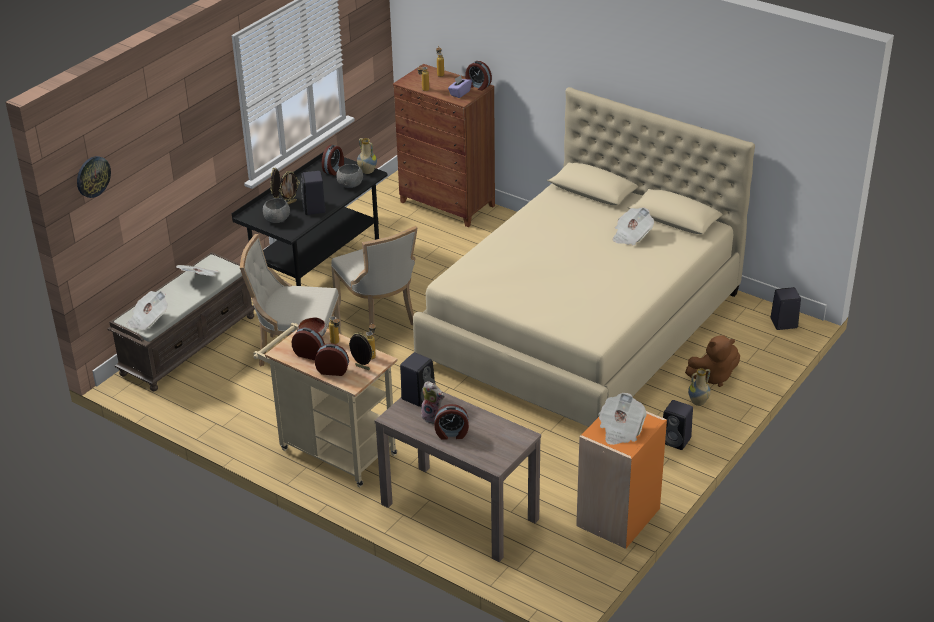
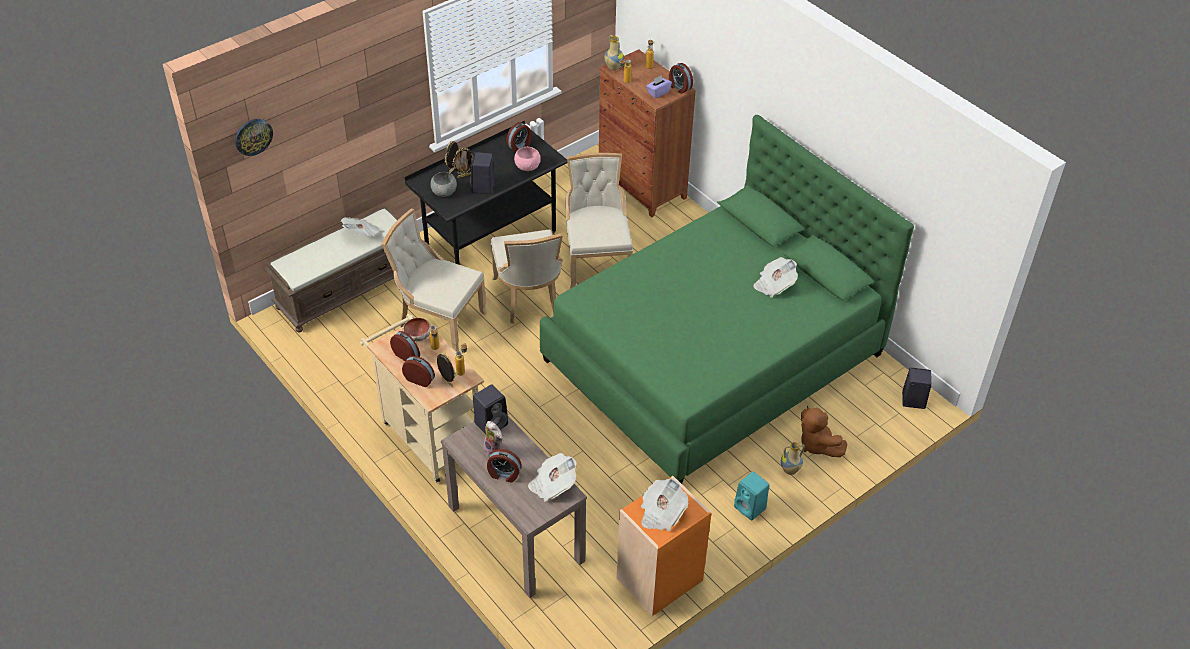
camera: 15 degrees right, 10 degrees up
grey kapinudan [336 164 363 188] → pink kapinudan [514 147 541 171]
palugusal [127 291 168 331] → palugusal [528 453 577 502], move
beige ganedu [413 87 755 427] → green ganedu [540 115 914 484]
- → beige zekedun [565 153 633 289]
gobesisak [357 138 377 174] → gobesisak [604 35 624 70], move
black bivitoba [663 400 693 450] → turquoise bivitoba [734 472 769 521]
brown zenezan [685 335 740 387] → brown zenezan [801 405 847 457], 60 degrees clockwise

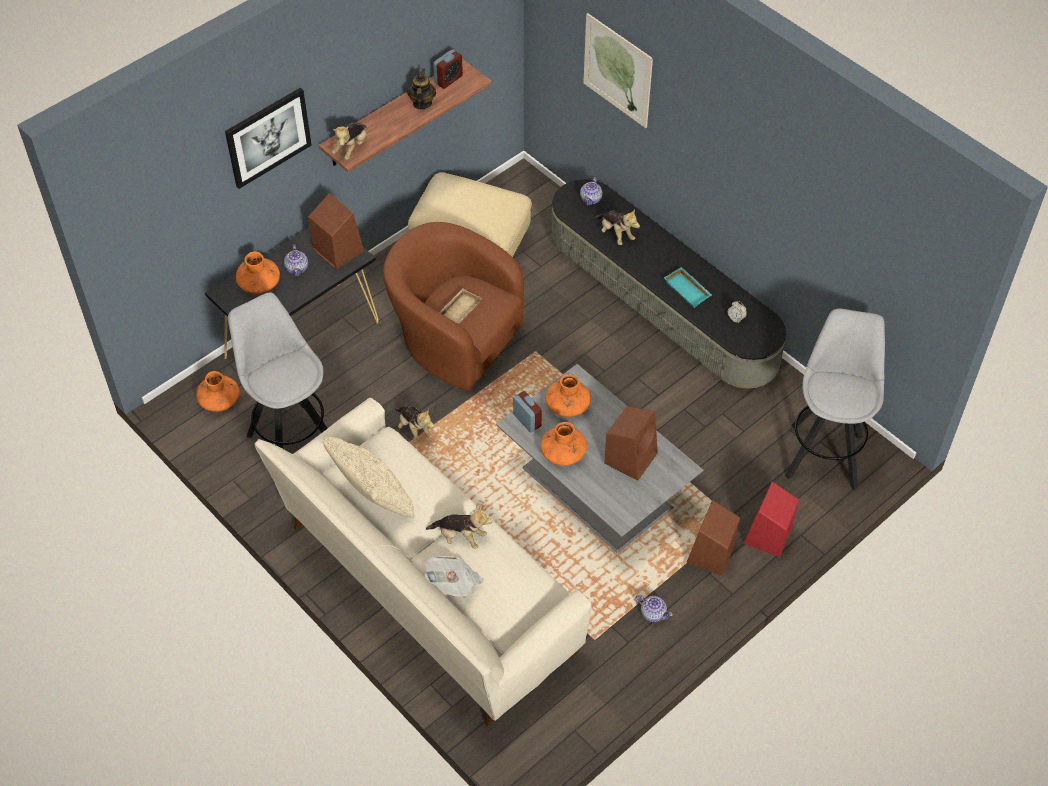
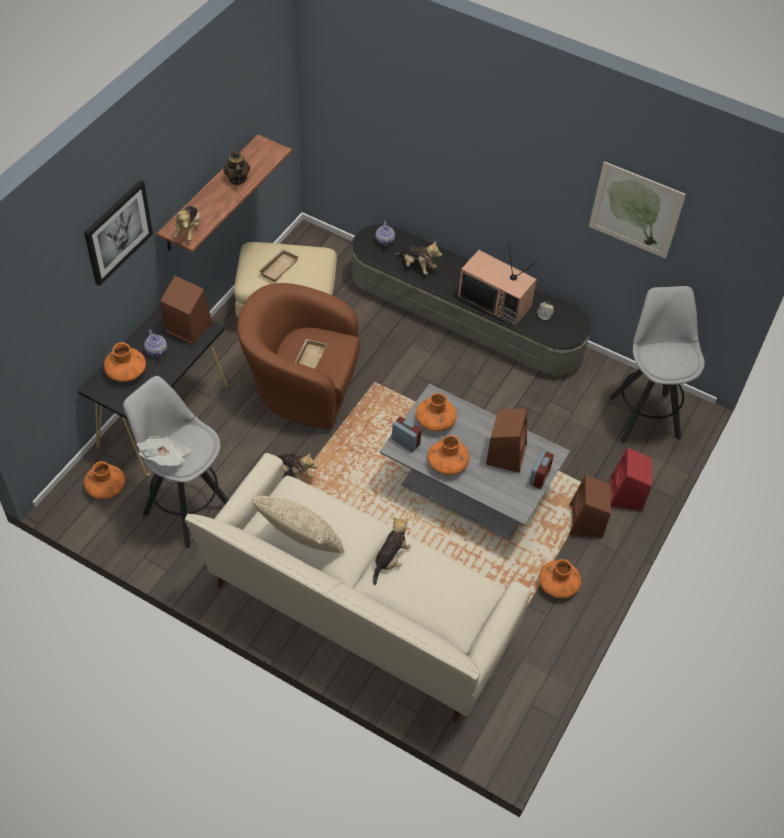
camera: 20 degrees left, 0 degrees up
palugusal [424 555 484 598] → palugusal [137 436 191 466], move
- → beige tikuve [258 249 299 282]
zenezan [426 507 492 549] → zenezan [373 517 411 585], 60 degrees counterclockwise
turquoise tikuve [664 267 712 308] → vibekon [458 244 537 326]
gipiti [433 49 463 89] → gipiti [529 450 554 489], move
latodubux [635 595 673 622] → orange gobesisak [539 559 581 598]
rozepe [584 13 653 128] → rozepe [589 161 686 259], move

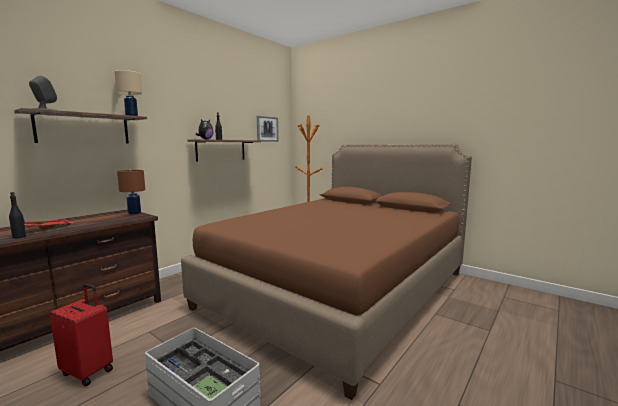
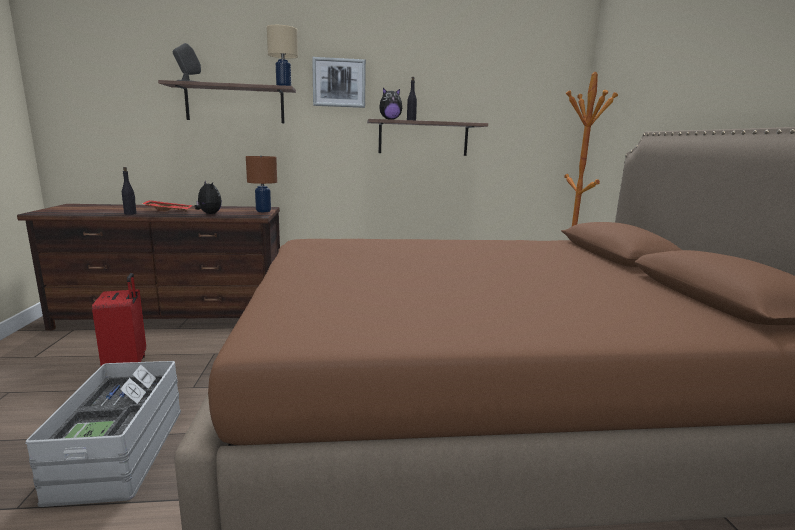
camera: 45 degrees right, 5 degrees up
- → zenezan [194 181 222 214]
rozepe [257 116 278 142] → rozepe [312 57 366 108], move

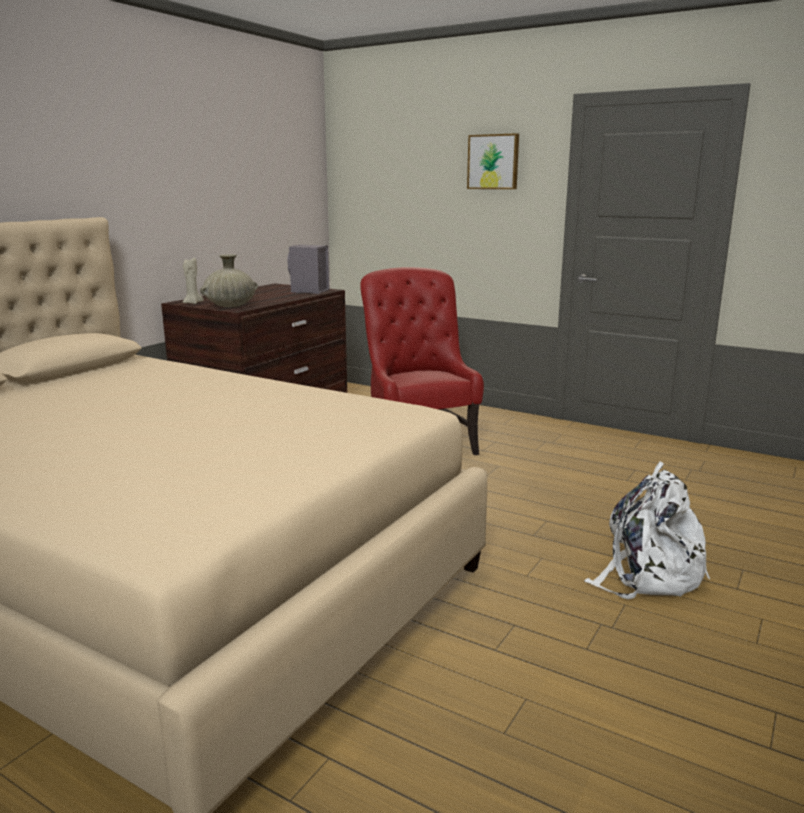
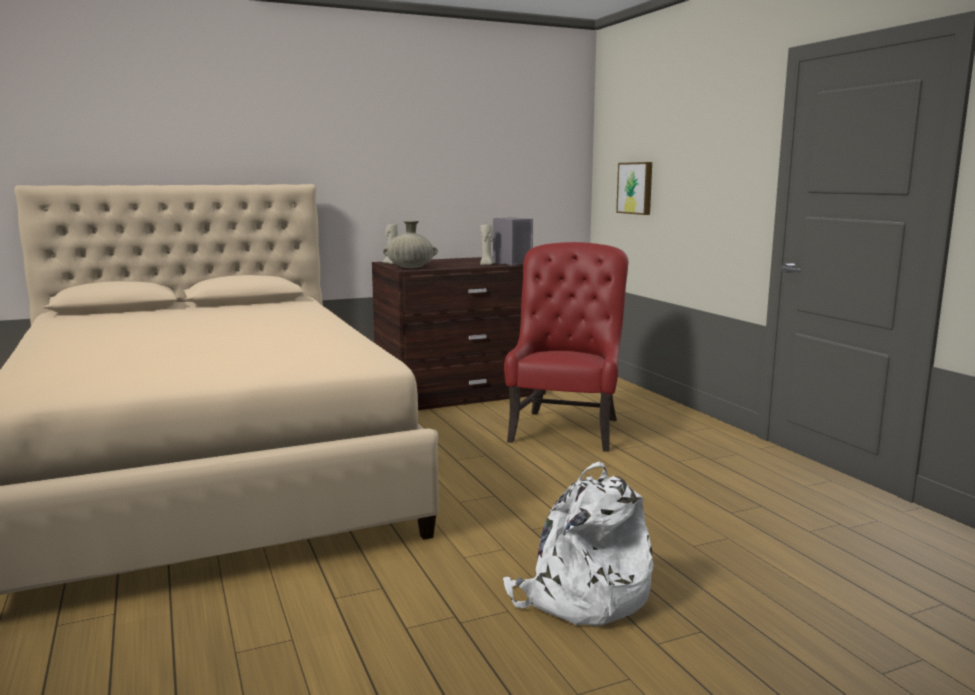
camera: 35 degrees right, 5 degrees down
- → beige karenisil [480 224 494 265]
rozepe [467 133 519 189] → rozepe [616 162 652 215], move

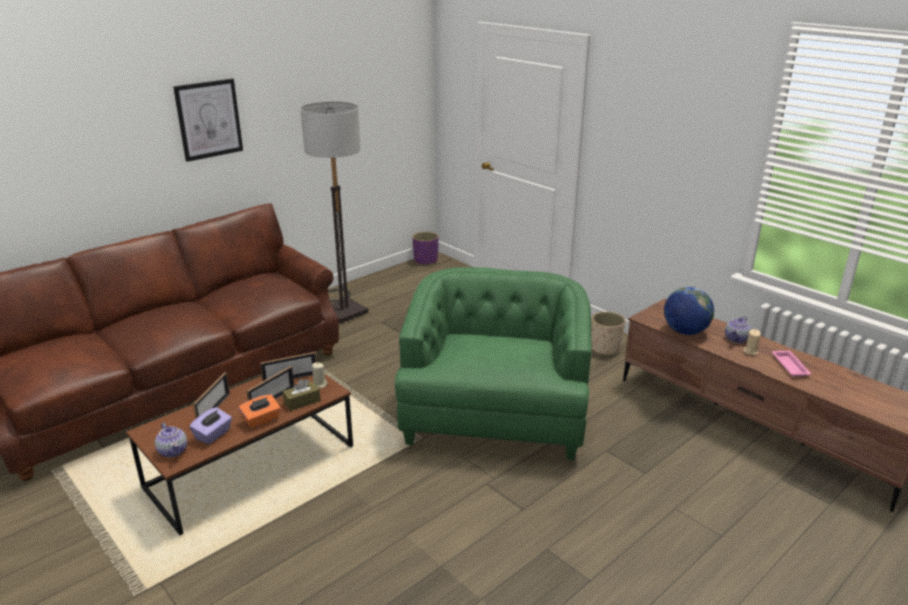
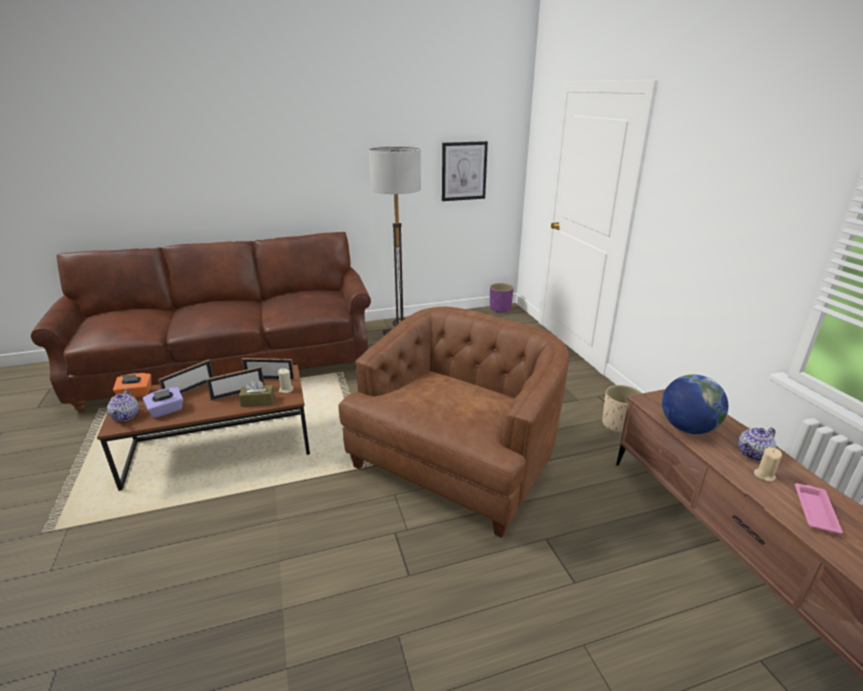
camera: 25 degrees right, 0 degrees up
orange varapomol [239 395 280 428] → orange varapomol [113 373 151 397], move
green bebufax [395 267 592 460] → brown bebufax [338 307 569 538]
rozepe [173 79 243 162] → rozepe [442 141 488 201], move

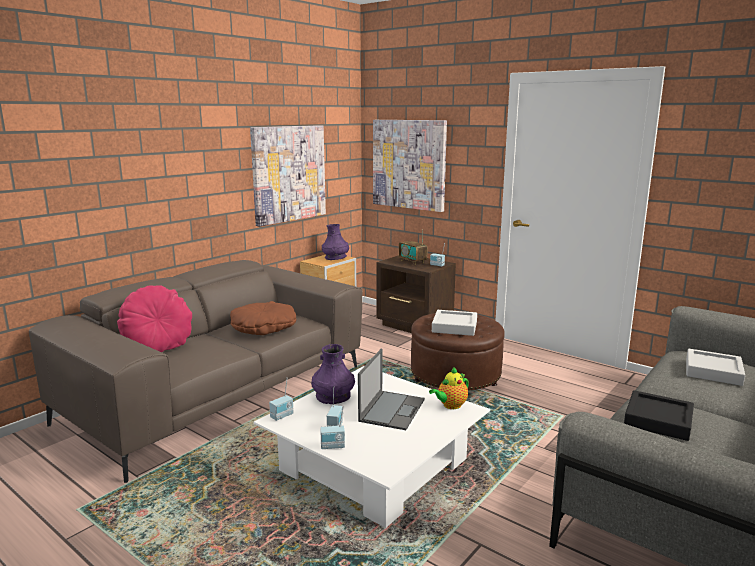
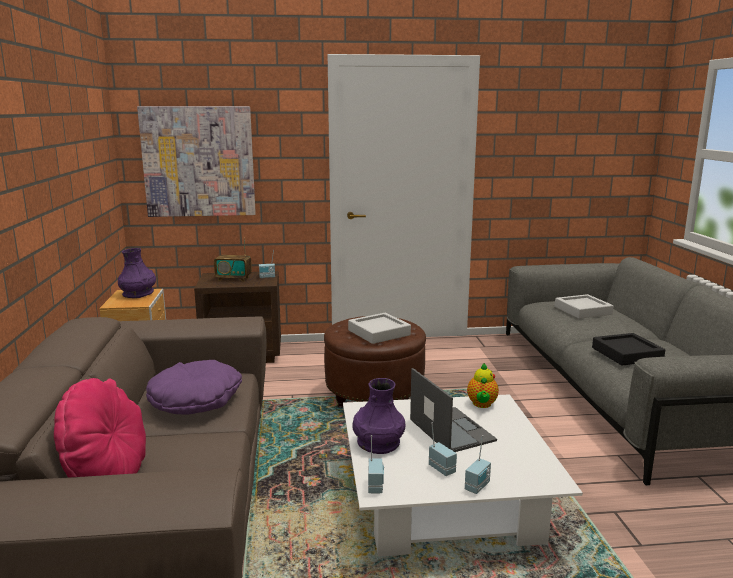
camera: 45 degrees left, 0 degrees up
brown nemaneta [230 301 296 335] → purple nemaneta [146 360 242 415]
rozepe [250 125 326 227] → -

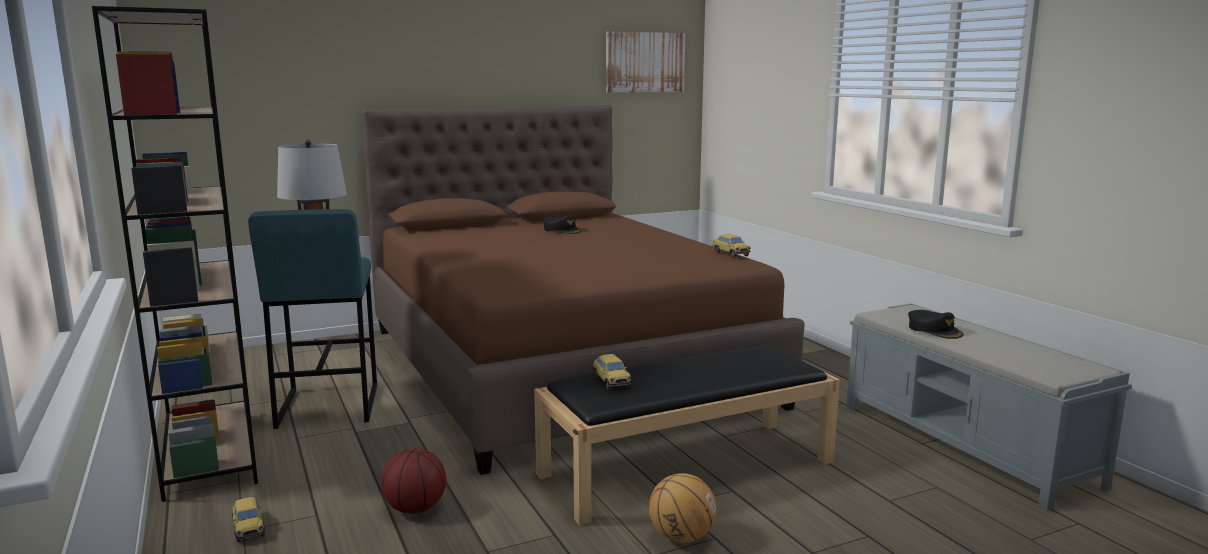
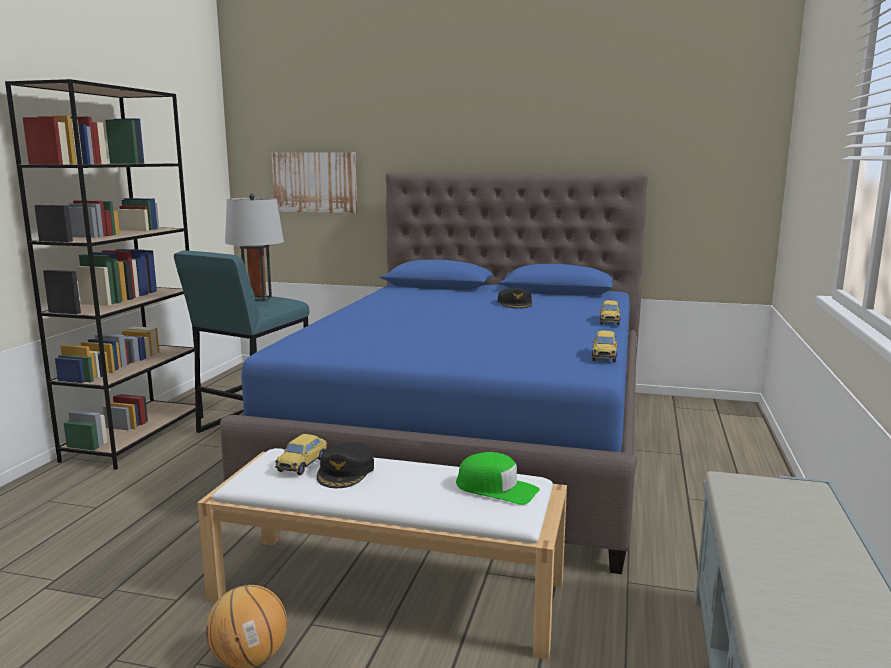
camera: 40 degrees right, 0 degrees up
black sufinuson [534 345 840 526] → white sufinuson [198 448 567 660]
brown ganedu [362 105 805 475] → blue ganedu [220 172 648 574]
rozepe [606 31 685 92] → rozepe [272 152 357 213], move
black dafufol [908 310 964 339] → black dafufol [317 442 374 488], move
- → green dafufol [456 452 540 505]
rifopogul [232 497 265 542] → rifopogul [600 300 621 325], move
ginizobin [381 448 446 514] → -

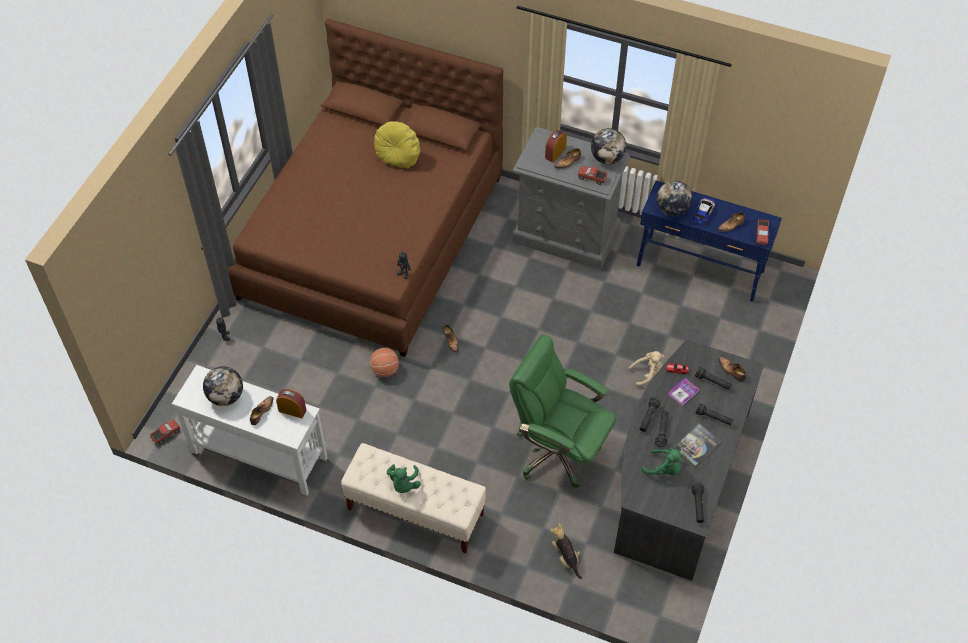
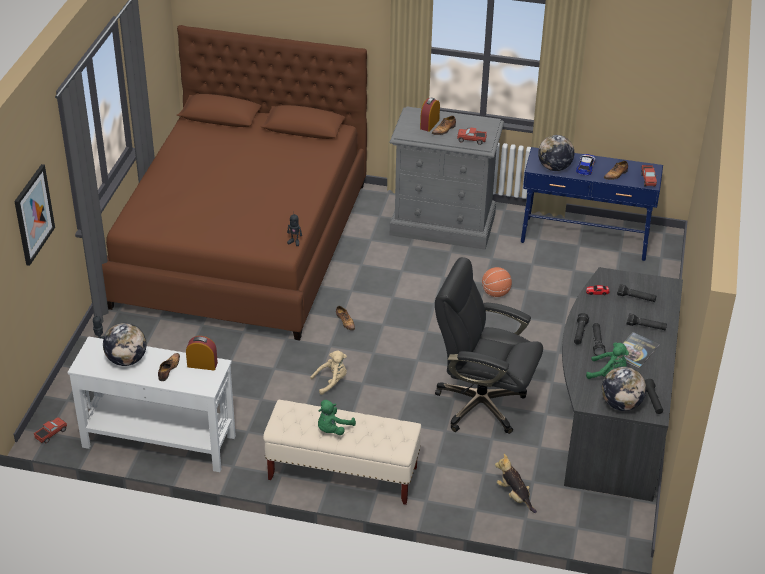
camera: 10 degrees left, 15 degrees down
- → rozepe [14 164 55 266]
beige zenezan [628 351 664 387] → beige zenezan [310 351 347 395], move
green zenezan [387 464 421 493] → green zenezan [318 400 356 435], 45 degrees clockwise
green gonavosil [509 334 616 488] → black gonavosil [435 257 543 434]
ginizobin [370 348 399 377] → ginizobin [482 267 512 297], move
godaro [591 128 626 164] → godaro [602 366 646 411], move
yellow nemaneta [374 121 420 168] → -
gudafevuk [668 378 700 406] → -
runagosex [718 356 746 382] → -

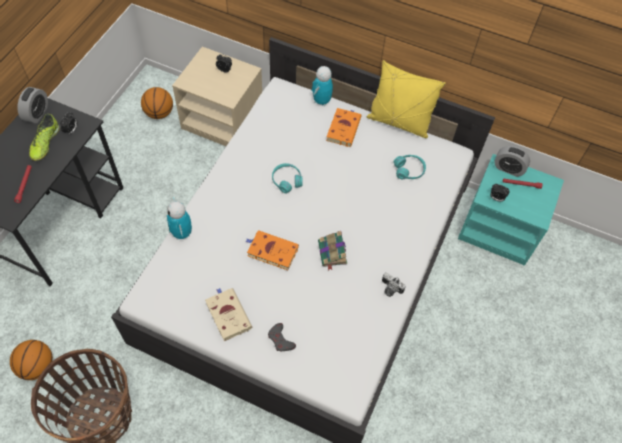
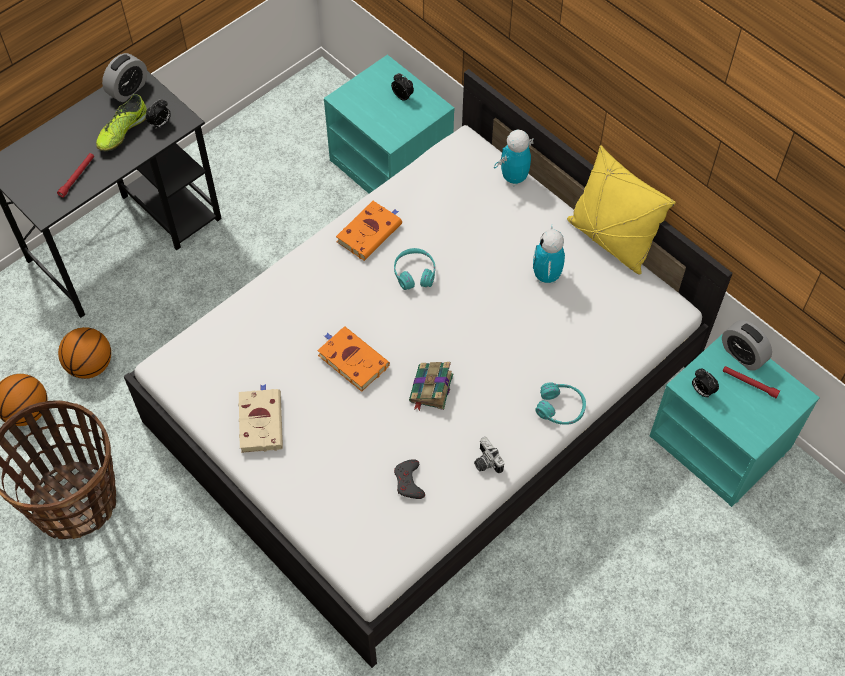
camera: 25 degrees right, 0 degrees up
ginizobin [141 87 173 119] → ginizobin [58 327 111 379], move
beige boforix [172 47 262 146] → turquoise boforix [324 55 454 193]
orange gudafevuk [326 108 361 147] → orange gudafevuk [336 201 402 261], move
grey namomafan [268 323 296 351] → grey namomafan [394 459 425 499], move
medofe [167 197 192 240] → medofe [533 226 565 284], move
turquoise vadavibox [393 155 426 179] → turquoise vadavibox [535 382 586 425], move

